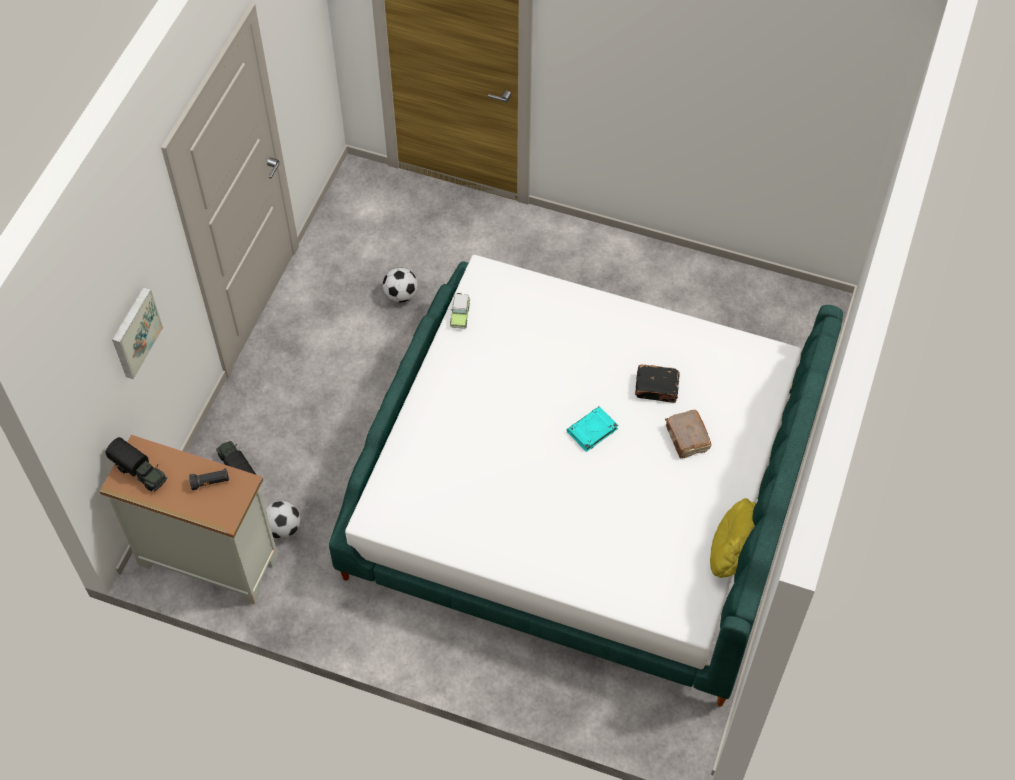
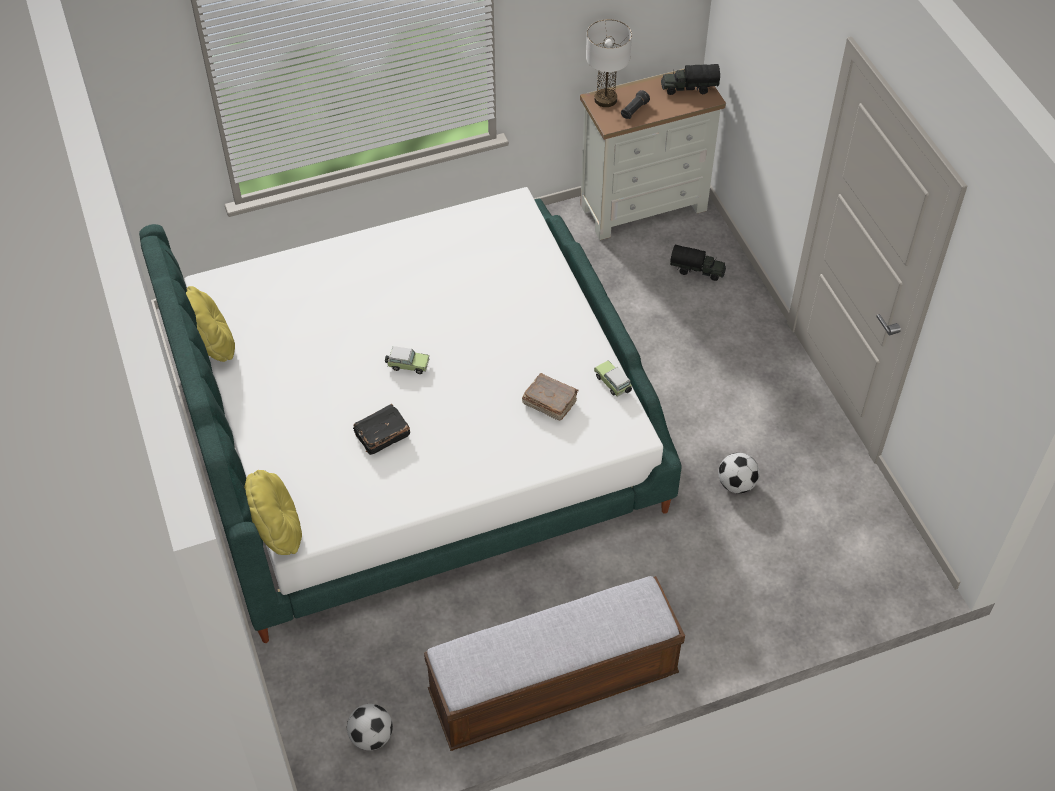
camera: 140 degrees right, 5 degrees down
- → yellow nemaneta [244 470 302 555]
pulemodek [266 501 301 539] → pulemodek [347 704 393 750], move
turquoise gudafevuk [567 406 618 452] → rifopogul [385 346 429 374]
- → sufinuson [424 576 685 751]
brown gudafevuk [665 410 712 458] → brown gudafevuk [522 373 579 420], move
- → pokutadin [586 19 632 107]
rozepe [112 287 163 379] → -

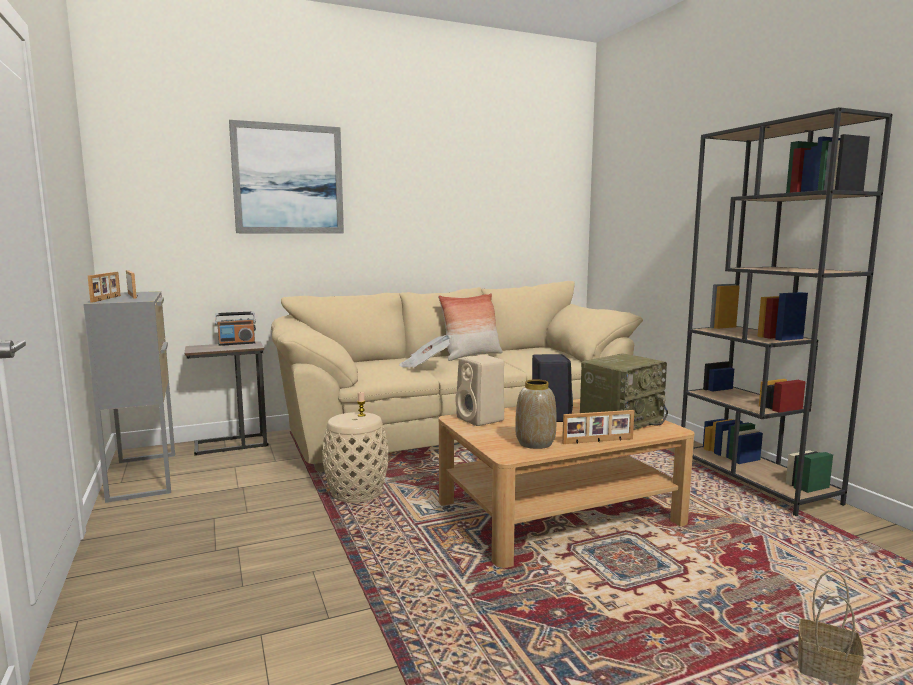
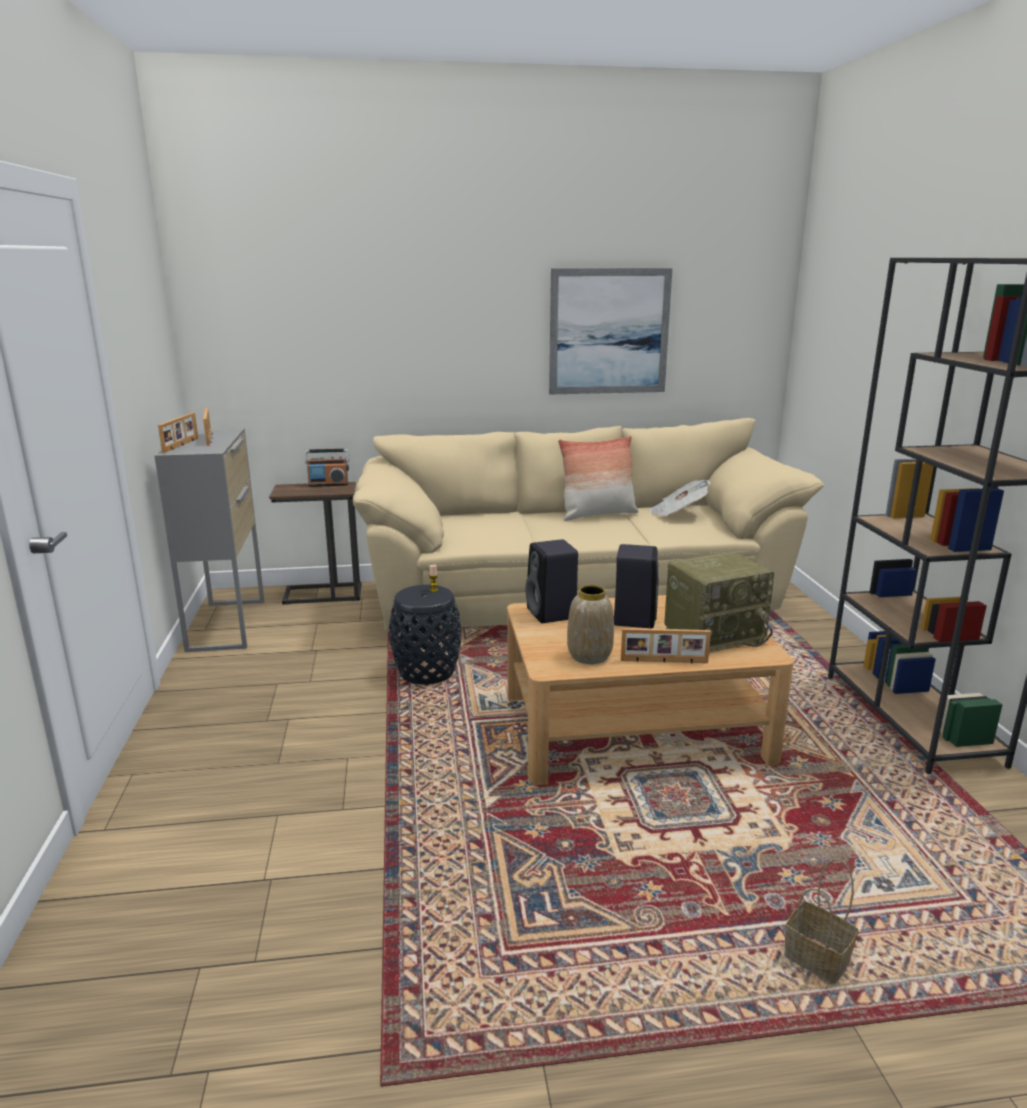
camera: 15 degrees right, 10 degrees up
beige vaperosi [322 412 389 503] → black vaperosi [389 585 462 684]
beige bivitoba [455 355 504 426] → black bivitoba [526 539 578 623]
rozepe [229 120 344 234] → rozepe [549 268 673 394], move
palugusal [399 335 452 368] → palugusal [648 480 711 517], move

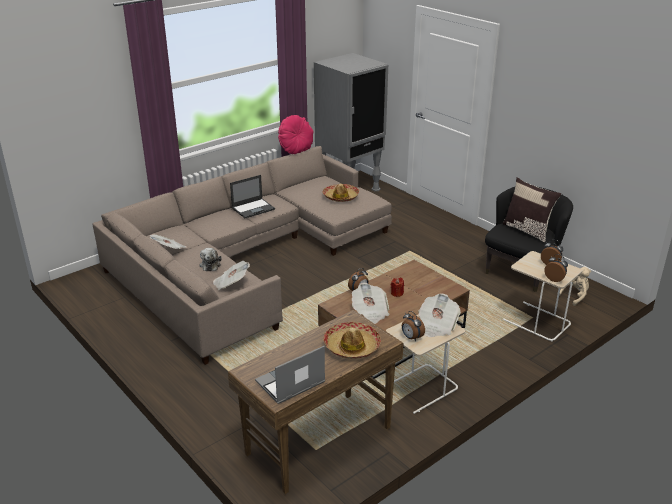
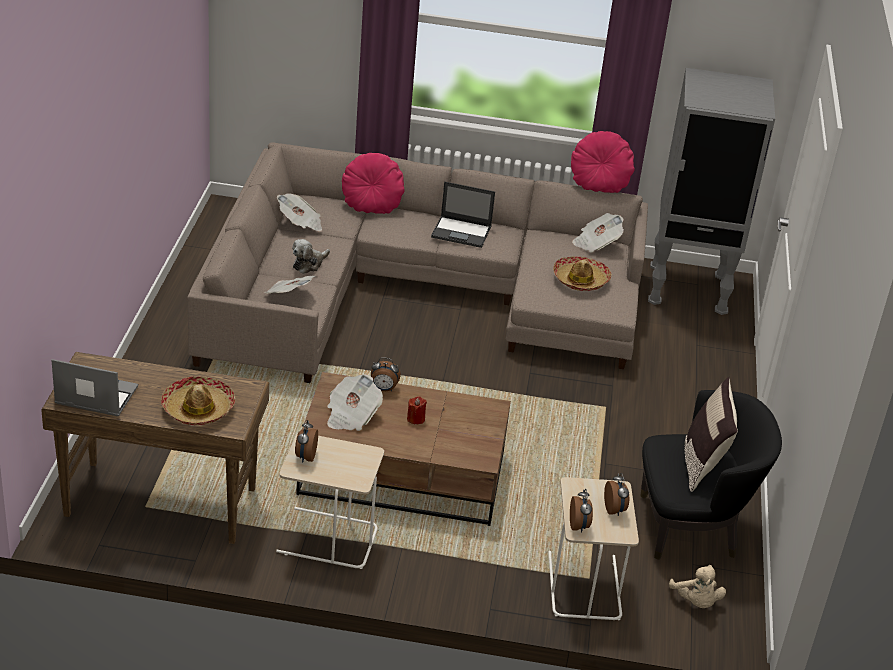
camera: 45 degrees right, 5 degrees up
- → pink nemaneta [342 153 405 214]
palugusal [418 293 461 337] → palugusal [572 213 624 253], move
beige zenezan [559 267 591 306] → beige zenezan [669 565 726 608], 60 degrees clockwise

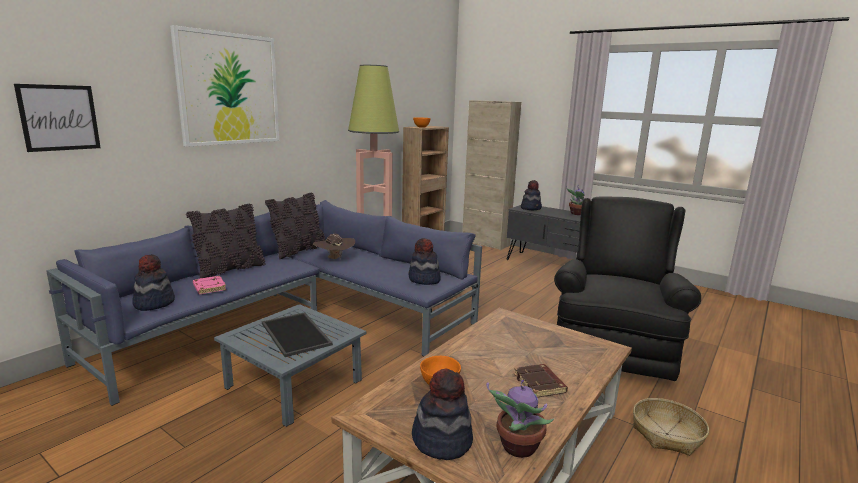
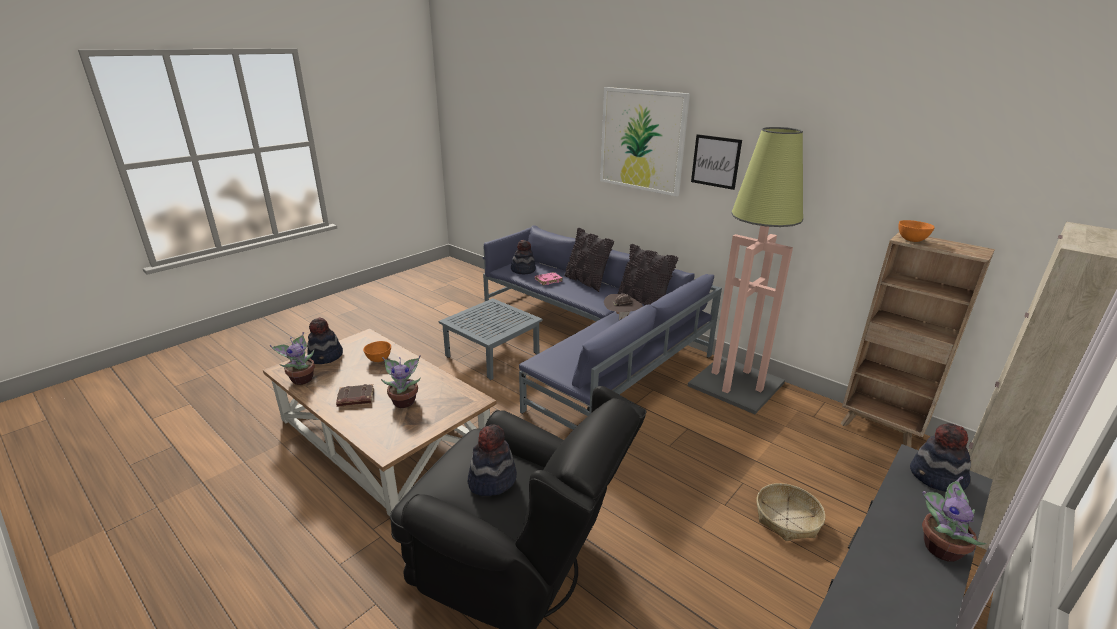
camera: 95 degrees right, 10 degrees up
- → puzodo [381 355 421 408]
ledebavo [408 238 441 285] → ledebavo [467 424 517 496], move
rozepe [14 84 101 152] → rozepe [691 134 742 190], move
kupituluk [633 398 709 456] → kupituluk [757 483 825 541], move
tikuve [262 312 333 357] → -

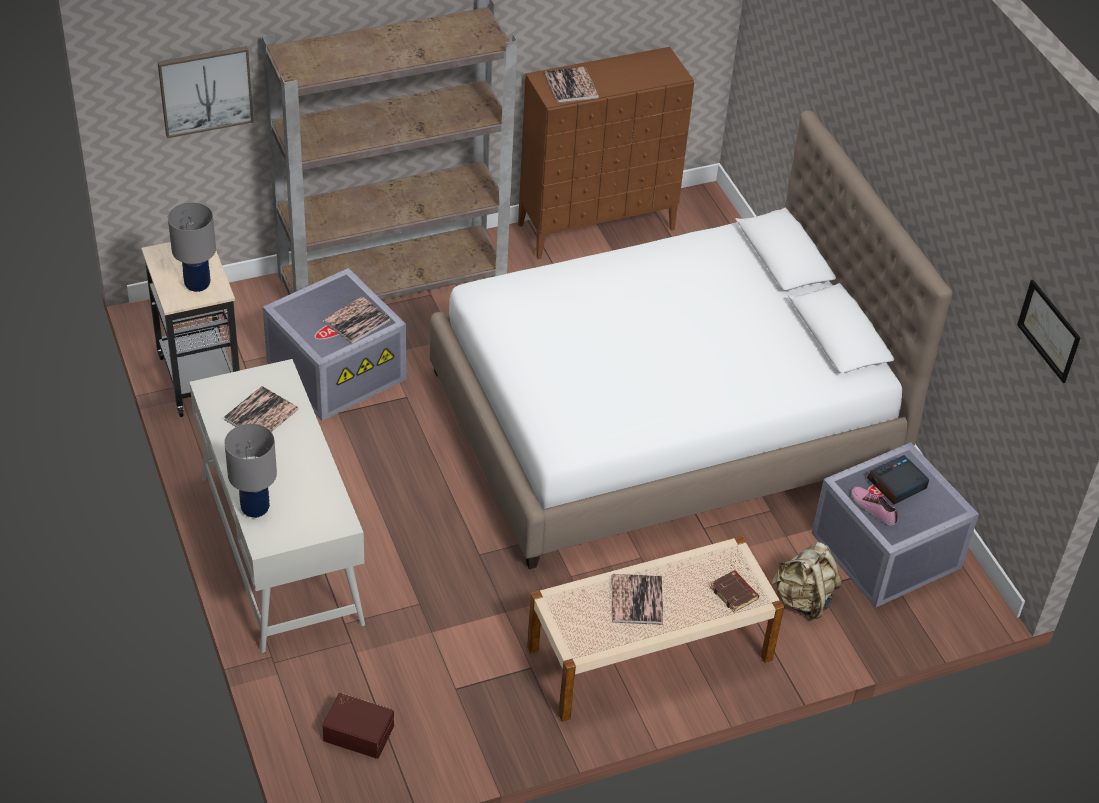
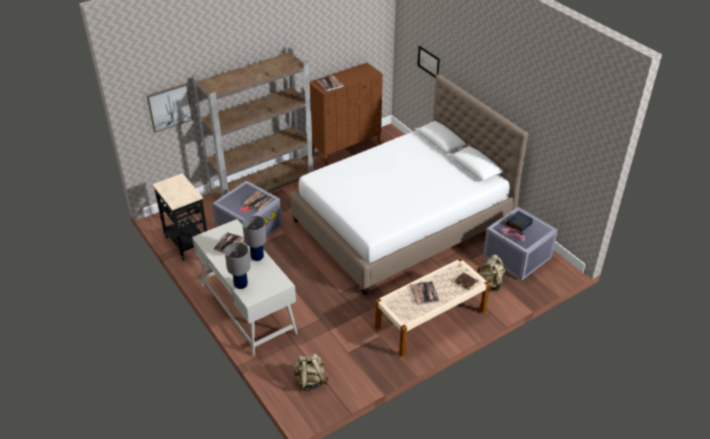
camera: 10 degrees left, 5 degrees down
grey pokutadin [168 202 216 292] → grey pokutadin [242 216 267 261], move
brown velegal [322 693 394 759] → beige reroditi [293 353 328 391]
rozepe [1017 280 1081 383] → rozepe [417 46 440 78], move

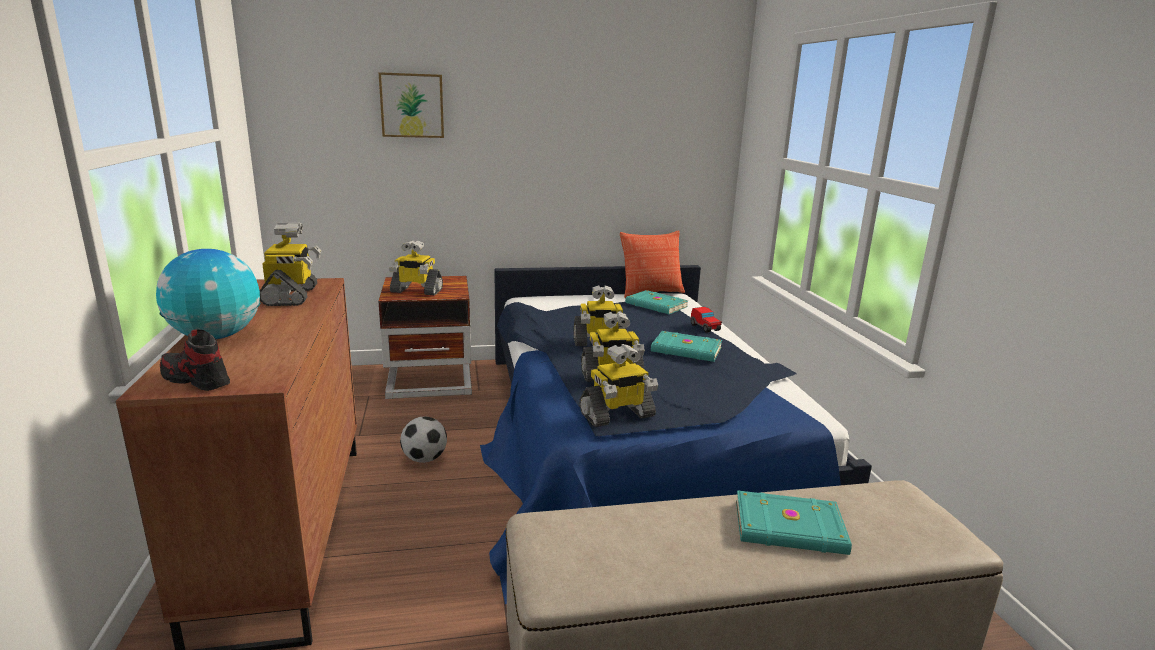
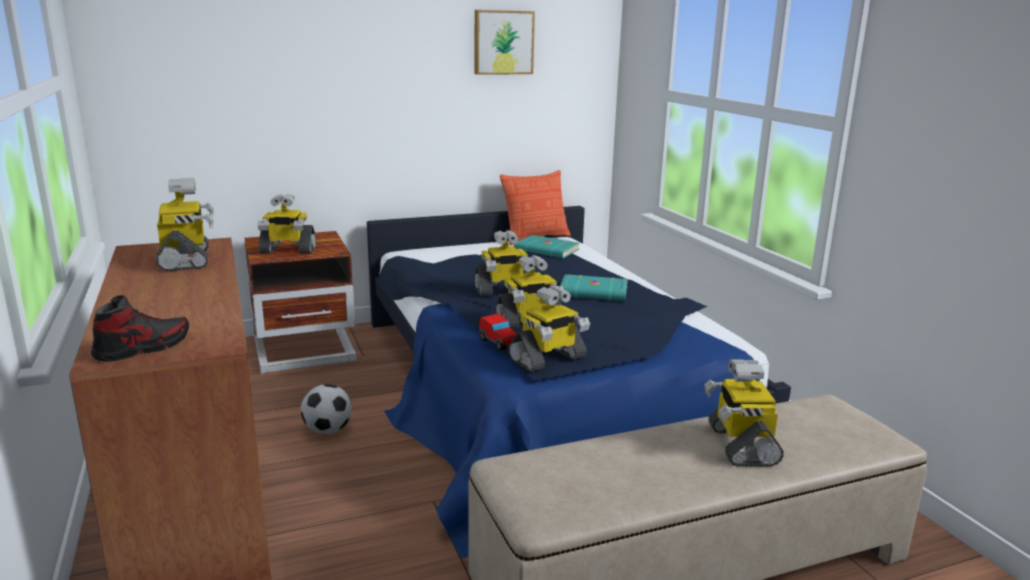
camera: 10 degrees left, 0 degrees up
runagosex [160 329 230 391] → runagosex [91 295 189 362], 120 degrees clockwise
rozepe [378 72 444 138] → rozepe [475 10 535 75], move
rifopogul [690 307 722 332] → rifopogul [479 314 517 351], move
turquoise gudafevuk [736 490 852 555] → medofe [704 359 784 467]
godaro [156 249 261 339] → -

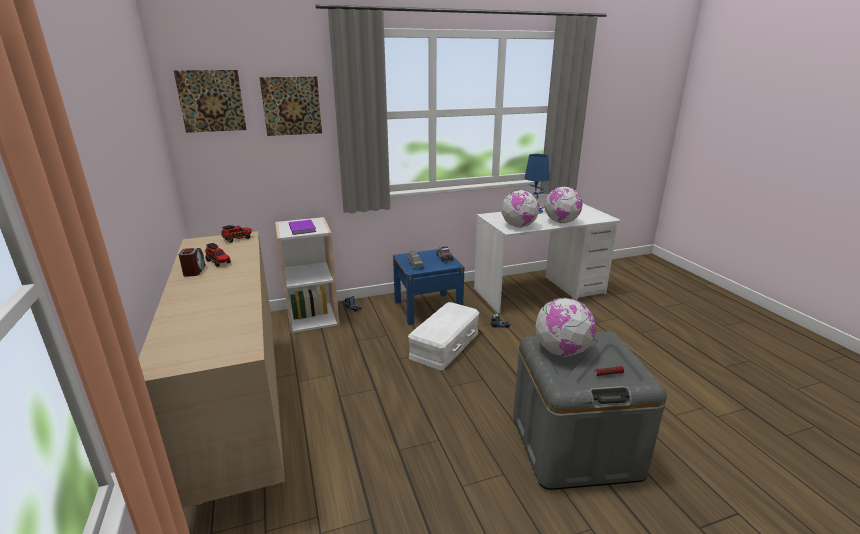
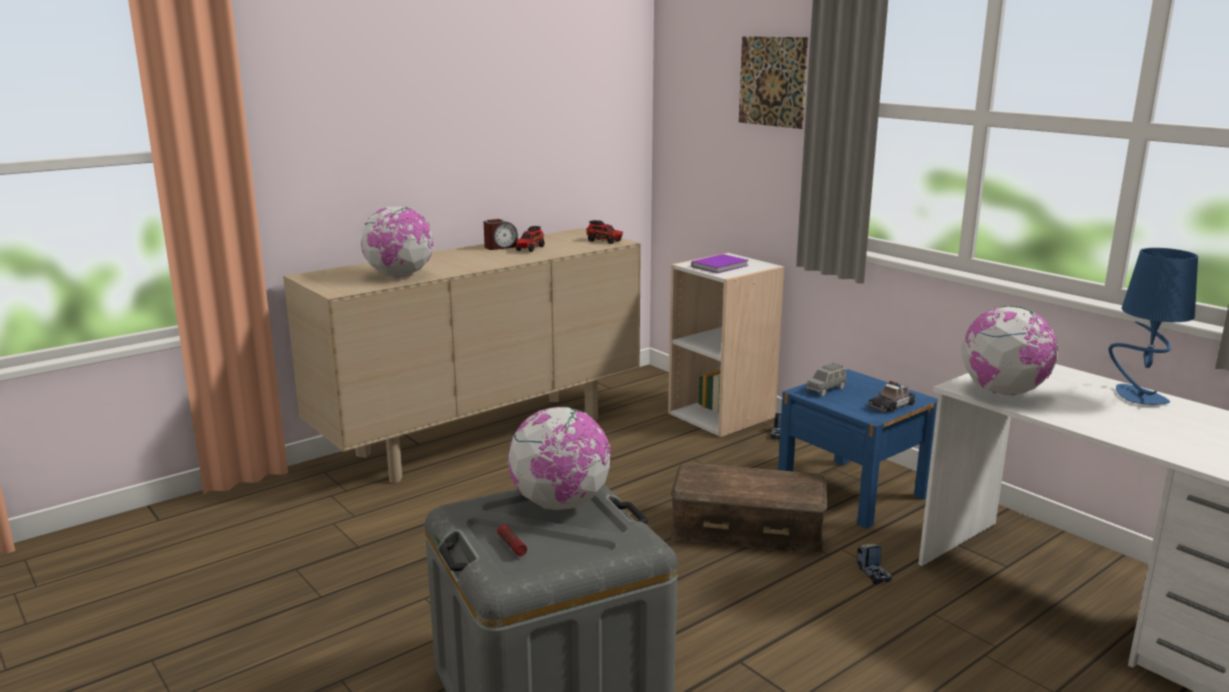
camera: 70 degrees right, 5 degrees down
godaro [544 186 582 223] → godaro [361 207 434 277], move
white velegal [408 302 479 370] → brown velegal [670 463 827 554]
rozepe [174 70 247 133] → -

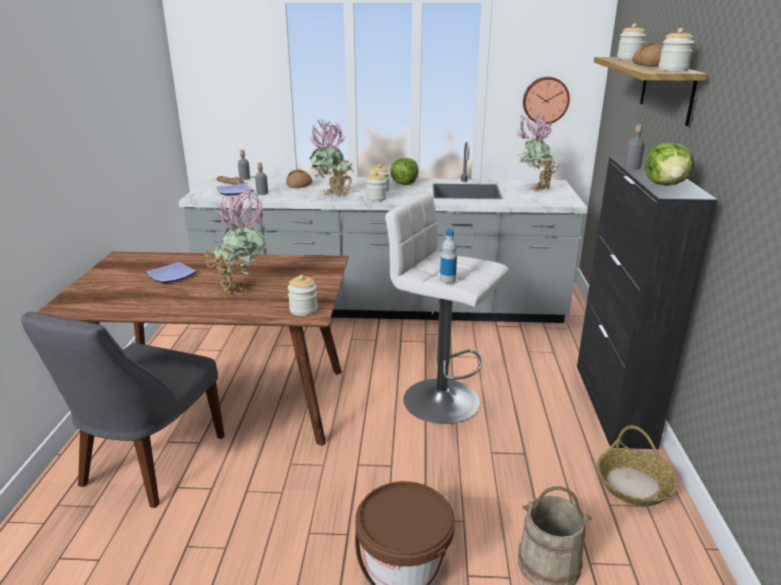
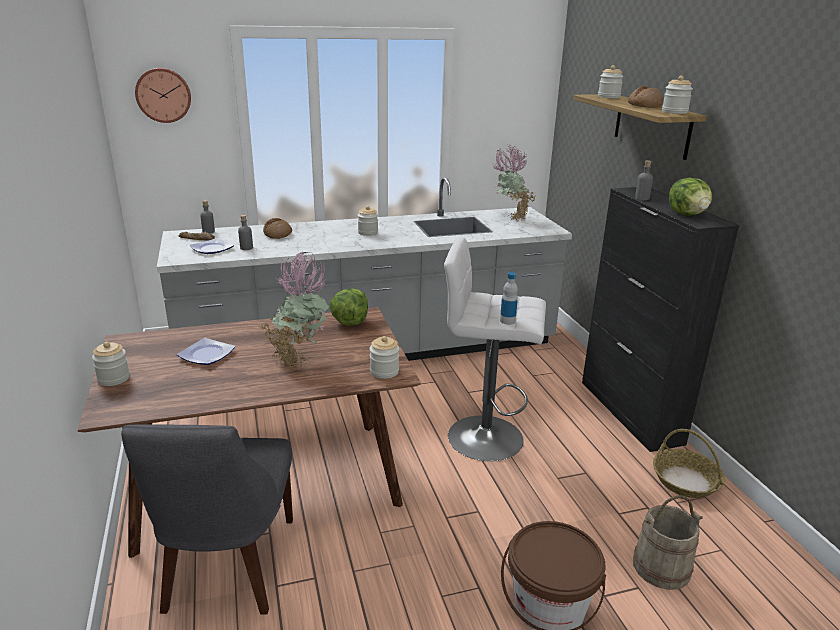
camera: 20 degrees left, 0 degrees up
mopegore [366 171 386 201] → mopegore [92 342 130 386], move
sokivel [523 77 570 124] → sokivel [135 68 191 123], move
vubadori [390 158 418 185] → vubadori [330 288 368 326], move
puzodo [310 120 355 196] → -

